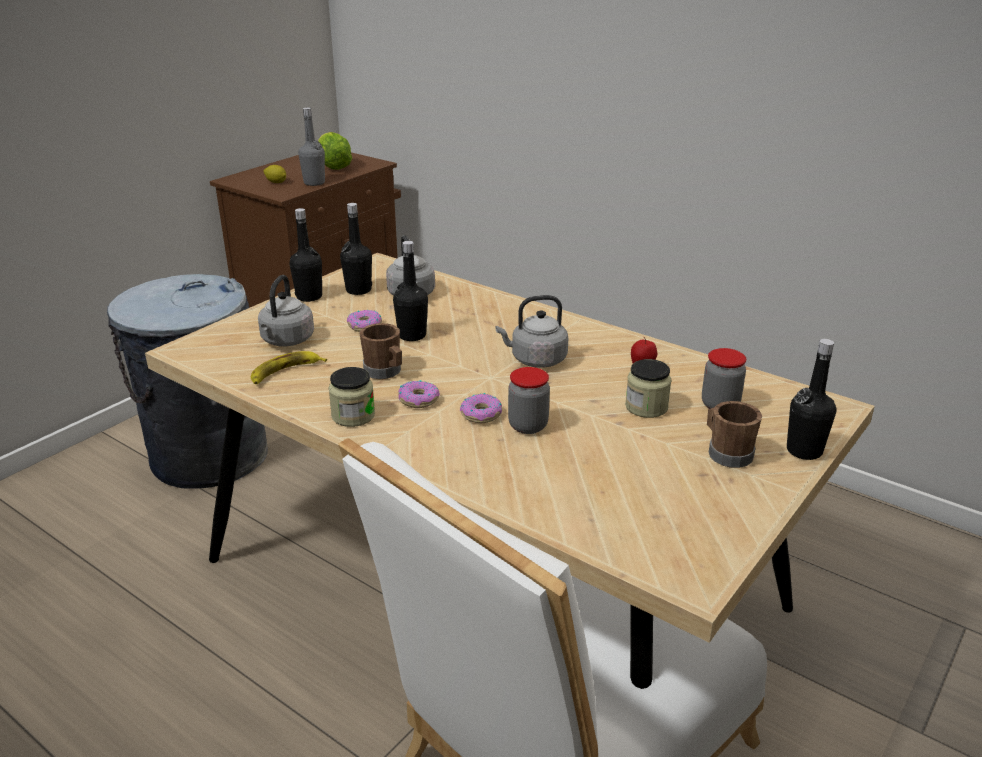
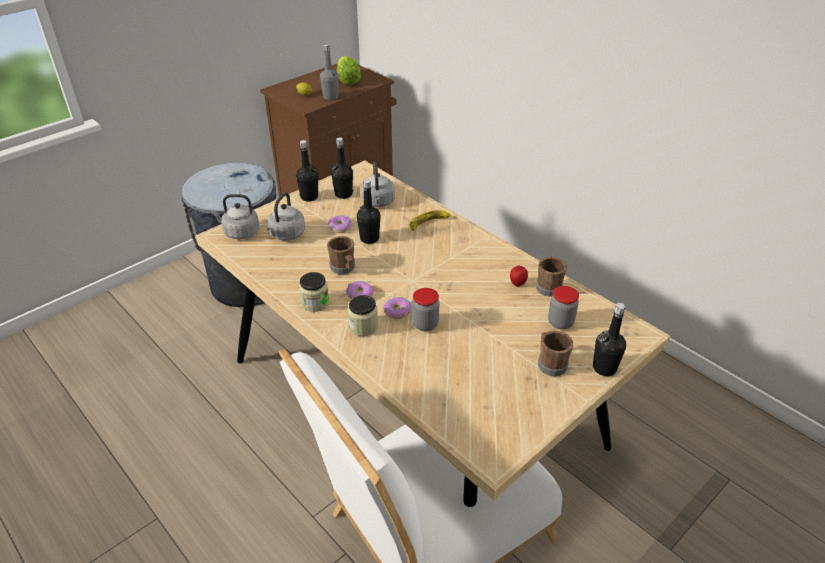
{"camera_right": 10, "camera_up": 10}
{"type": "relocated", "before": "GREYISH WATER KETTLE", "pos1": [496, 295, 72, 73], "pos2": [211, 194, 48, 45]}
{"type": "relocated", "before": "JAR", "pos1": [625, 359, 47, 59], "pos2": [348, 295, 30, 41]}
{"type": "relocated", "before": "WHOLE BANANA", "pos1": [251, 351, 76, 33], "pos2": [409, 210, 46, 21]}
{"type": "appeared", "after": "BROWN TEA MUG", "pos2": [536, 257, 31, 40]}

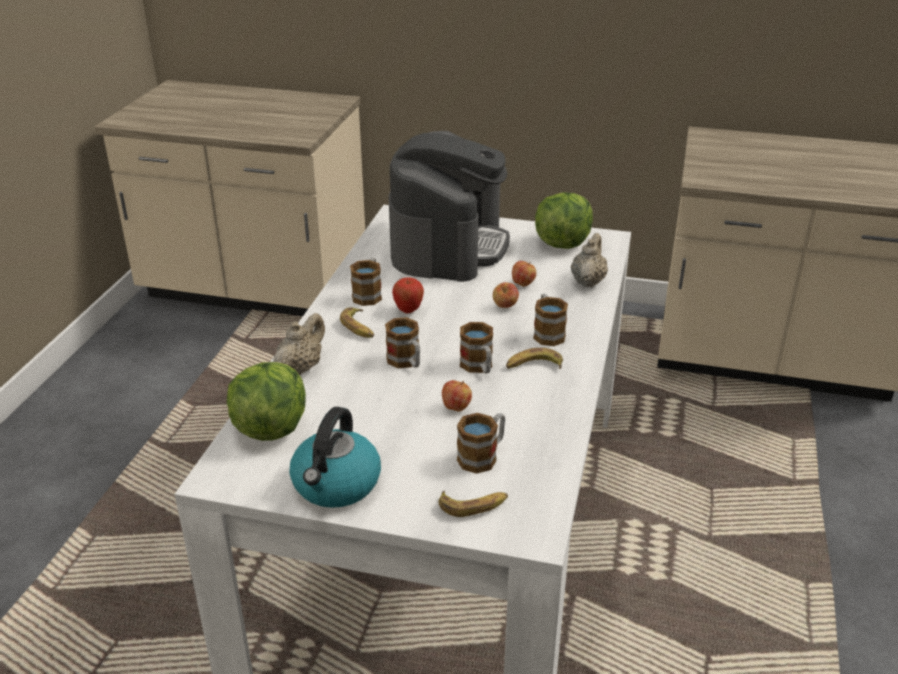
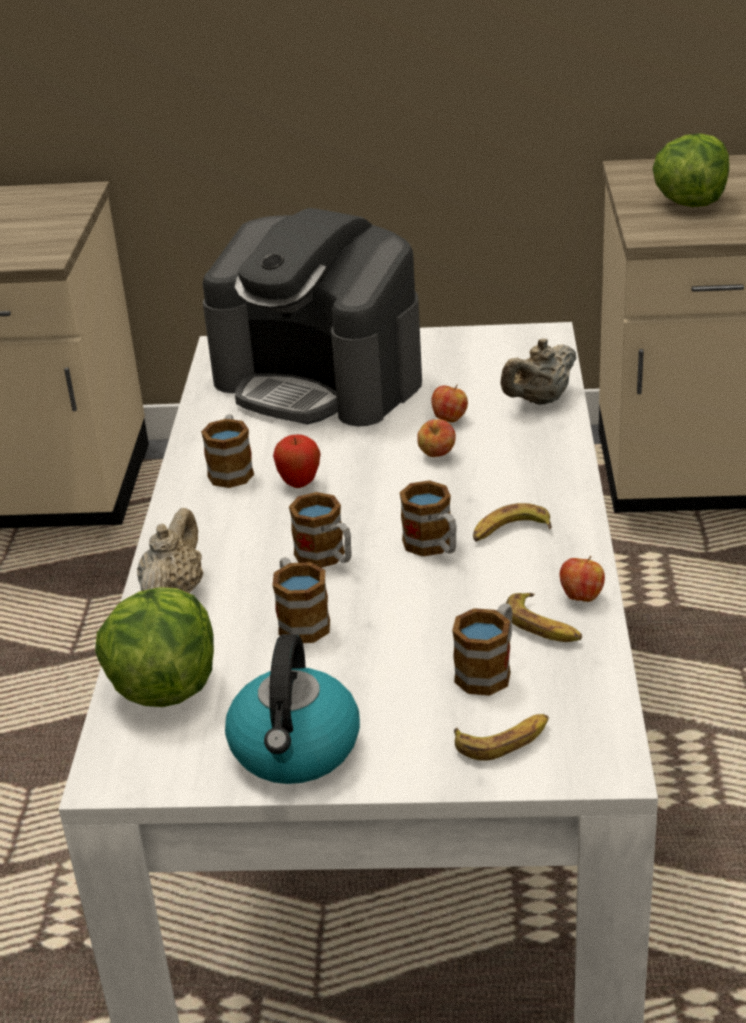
{"camera_right": -10, "camera_up": 0}
{"type": "spun", "before": "COFFEE MAKER", "pos1": [389, 131, 121, 151], "pos2": [203, 208, 219, 218], "turn": 120}
{"type": "relocated", "before": "TEA MUG", "pos1": [533, 294, 35, 52], "pos2": [273, 557, 57, 86]}
{"type": "spun", "before": "BEIGE-COLOURED TEAPOT", "pos1": [571, 233, 37, 55], "pos2": [500, 338, 76, 67], "turn": -135}
{"type": "relocated", "before": "WHOLE BANANA", "pos1": [340, 307, 34, 31], "pos2": [506, 593, 76, 49]}
{"type": "relocated", "before": "APPLE FRUIT", "pos1": [442, 380, 30, 32], "pos2": [560, 556, 45, 46]}
{"type": "relocated", "before": "HEAD OF LETTUCE", "pos1": [535, 192, 58, 57], "pos2": [652, 133, 77, 74]}

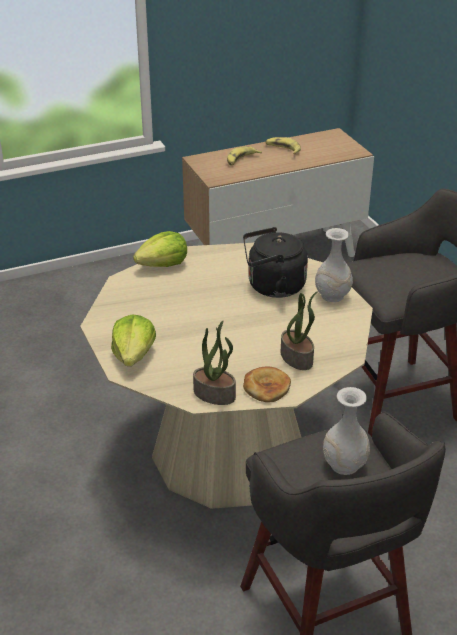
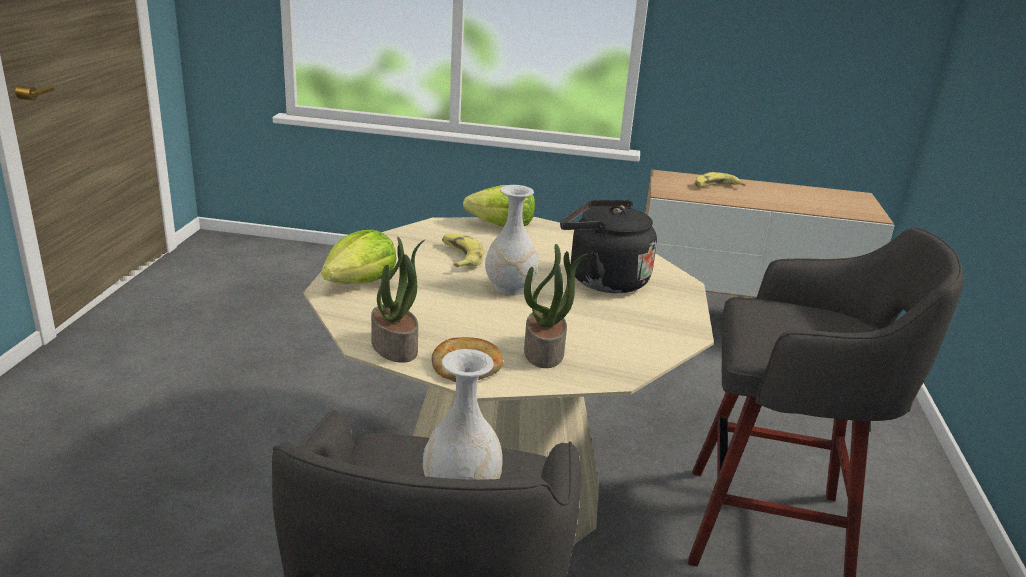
{"camera_right": 30, "camera_up": -10}
{"type": "relocated", "before": "WHOLE BANANA", "pos1": [266, 137, 35, 17], "pos2": [442, 234, 42, 33]}
{"type": "relocated", "before": "WHITE FLOWER VASE", "pos1": [315, 228, 38, 74], "pos2": [485, 185, 54, 110]}

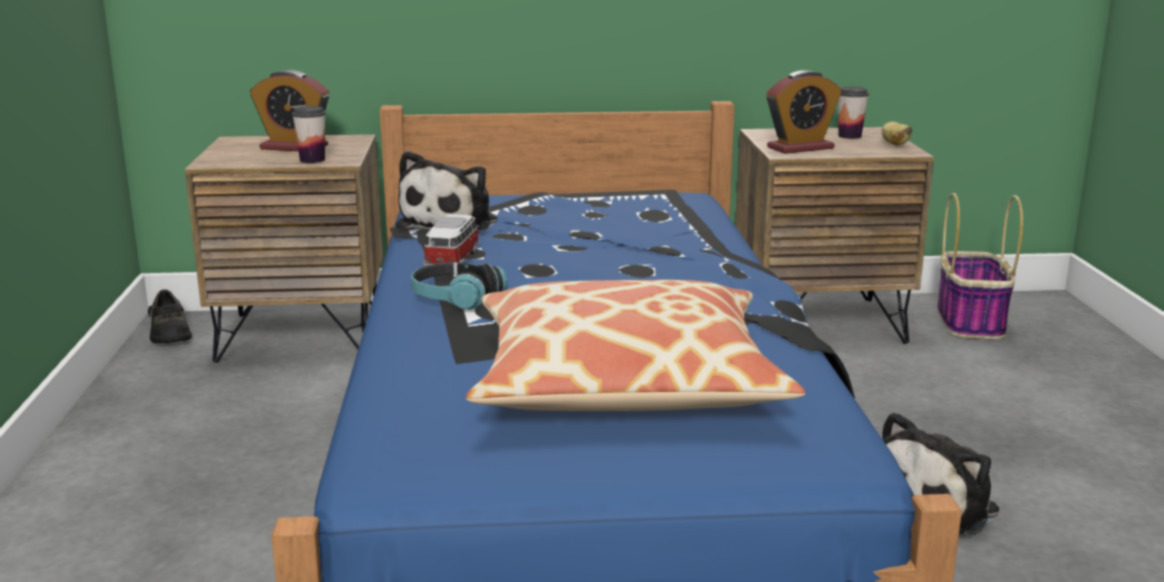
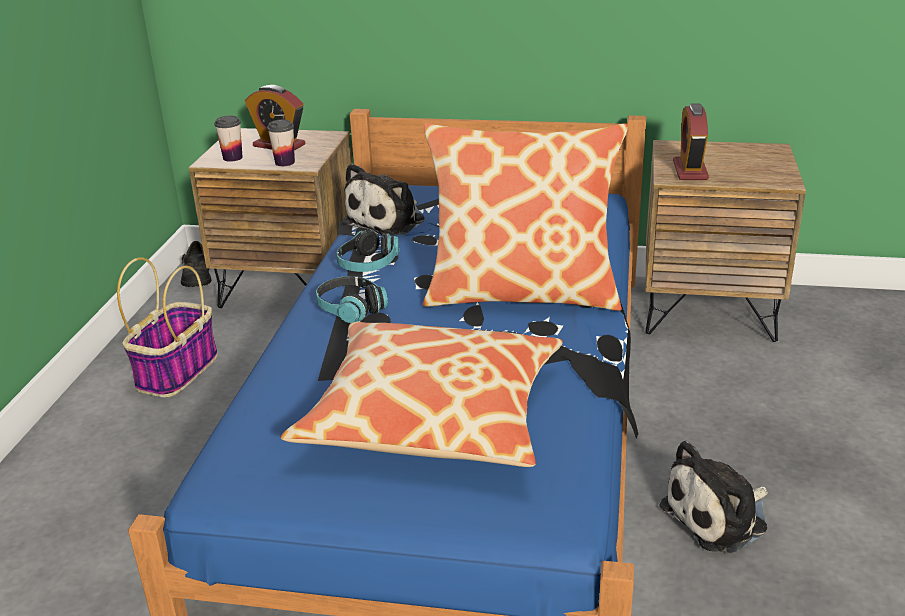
{"camera_right": 15, "camera_up": 10}
{"type": "relocated", "before": "BASKET", "pos1": [937, 193, 86, 147], "pos2": [117, 258, 101, 139]}
{"type": "relocated", "before": "DRINKING CUP", "pos1": [839, 87, 30, 52], "pos2": [214, 116, 29, 46]}
{"type": "exchanged", "before": "MODEL CAR", "after": "HEADSET", "pos1": [423, 214, 57, 52], "pos2": [336, 230, 63, 42]}
{"type": "appeared", "after": "CUSHION", "pos2": [423, 123, 205, 188]}
{"type": "spun", "before": "BEDSIDE CLOCK", "pos1": [766, 70, 76, 84], "pos2": [673, 103, 36, 77], "turn": 105}
{"type": "missing", "before": "WHOLE BANANA", "pos1": [882, 121, 31, 25]}

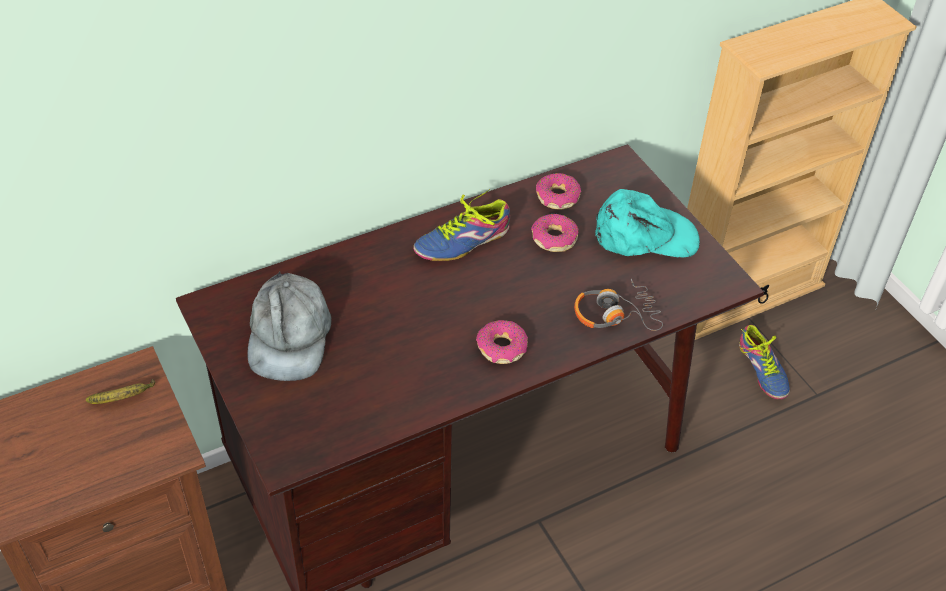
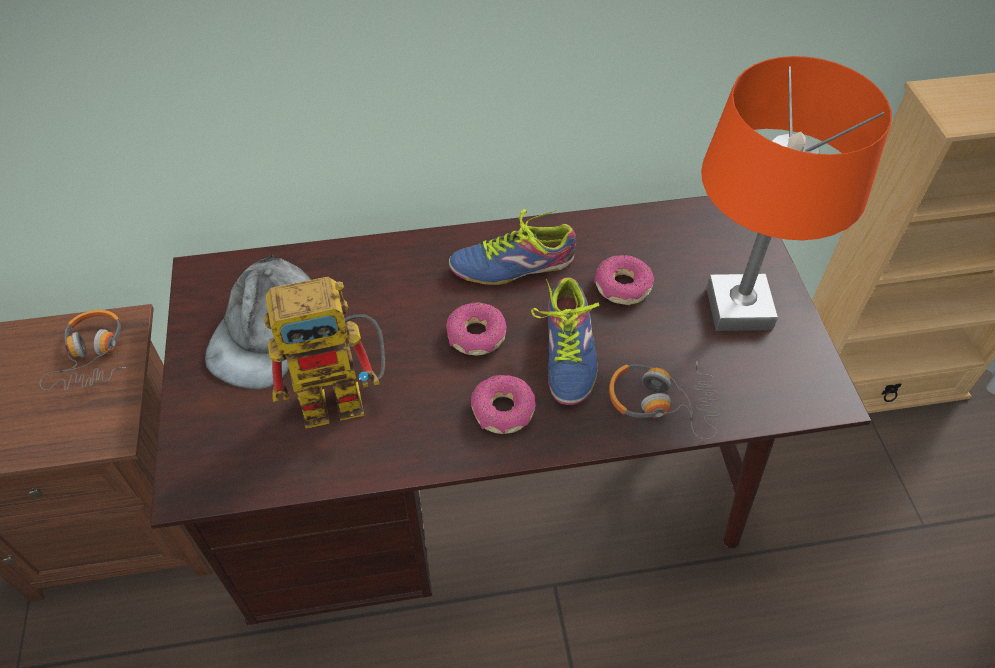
{"camera_right": 20, "camera_up": 5}
{"type": "exchanged", "before": "WHOLE BANANA", "after": "HEADSET", "pos1": [86, 379, 70, 25], "pos2": [39, 310, 87, 81]}
{"type": "appeared", "after": "ROBOT FIGURE", "pos2": [264, 277, 121, 152]}
{"type": "relocated", "before": "DOUGHNUT", "pos1": [536, 173, 45, 37], "pos2": [447, 302, 60, 54]}
{"type": "relocated", "before": "SHOE", "pos1": [739, 325, 51, 74], "pos2": [531, 277, 68, 128]}
{"type": "exchanged", "before": "TURQUOISE-COLOURED BASEBALL CAP", "after": "ORANGE LAMP FOR A TABLE", "pos1": [595, 189, 105, 69], "pos2": [701, 56, 191, 275]}

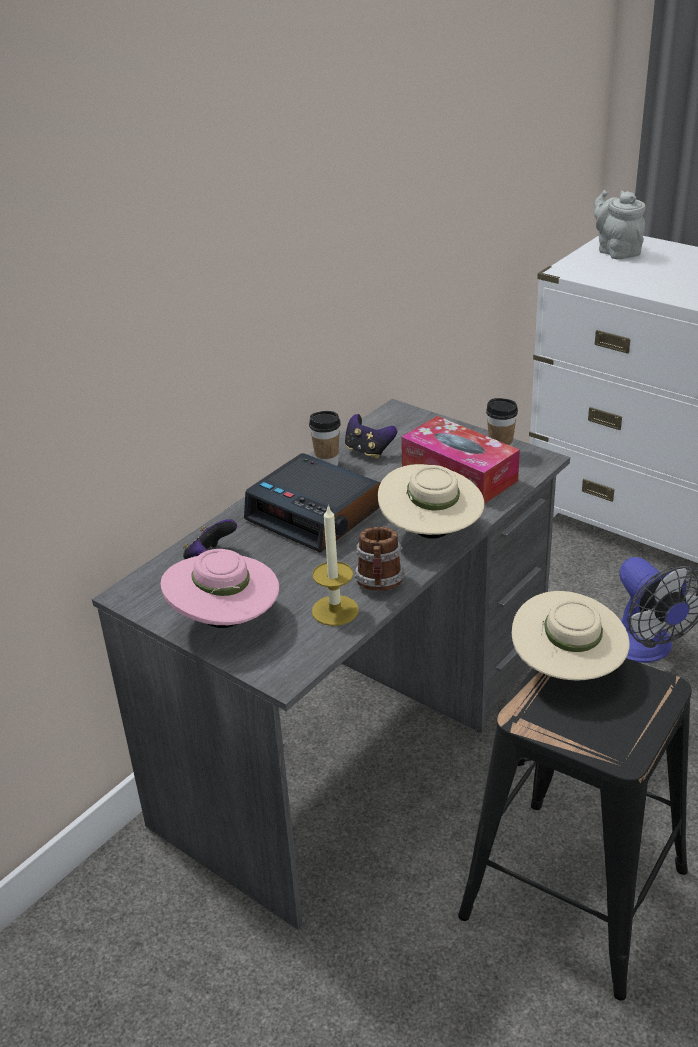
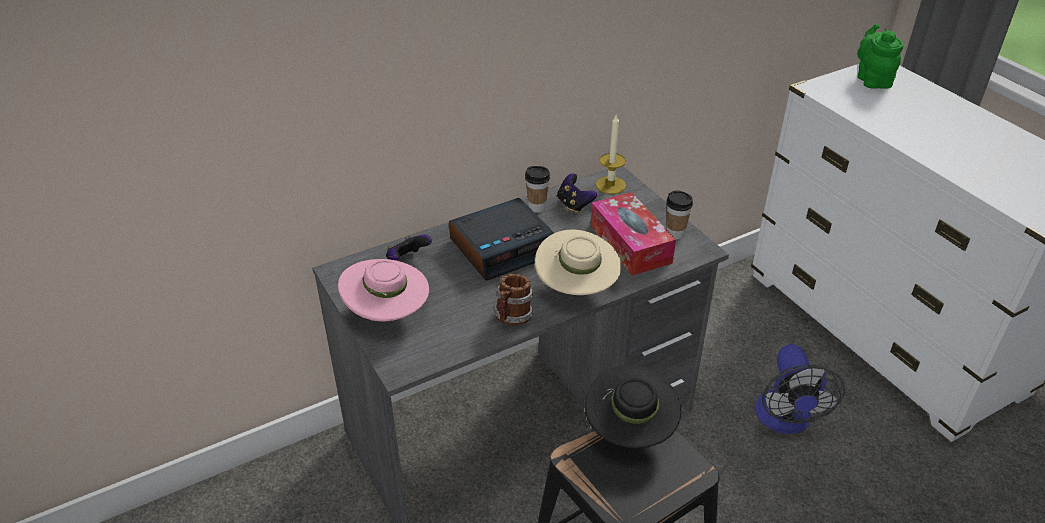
{"camera_right": 20, "camera_up": 5}
{"type": "spun", "before": "BEDSIDE CLOCK", "pos1": [244, 453, 136, 99], "pos2": [449, 198, 105, 83], "turn": -90}
{"type": "colour", "before": "BEIGE-COLOURED WEARABLE HAT", "after": "BLACK-COLOURED WEARABLE HAT", "pos1": [512, 591, 118, 89], "pos2": [585, 365, 96, 83]}
{"type": "relocated", "before": "WAX LIGHT", "pos1": [312, 504, 47, 122], "pos2": [596, 115, 30, 79]}
{"type": "colour", "before": "GREYISH TEAPOT", "after": "GREENISH TEAPOT", "pos1": [594, 190, 52, 70], "pos2": [857, 24, 46, 65]}

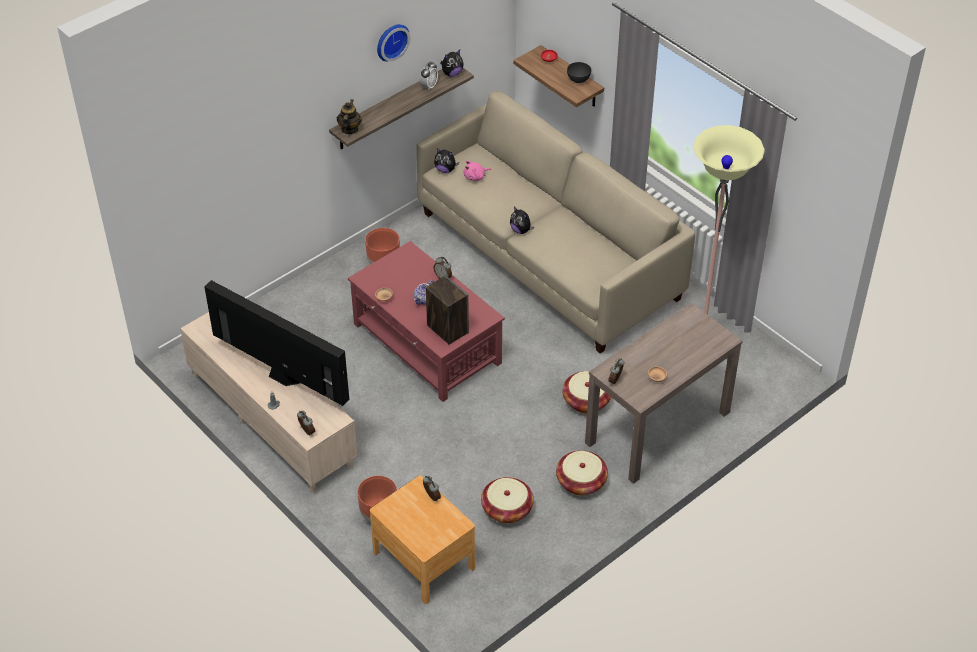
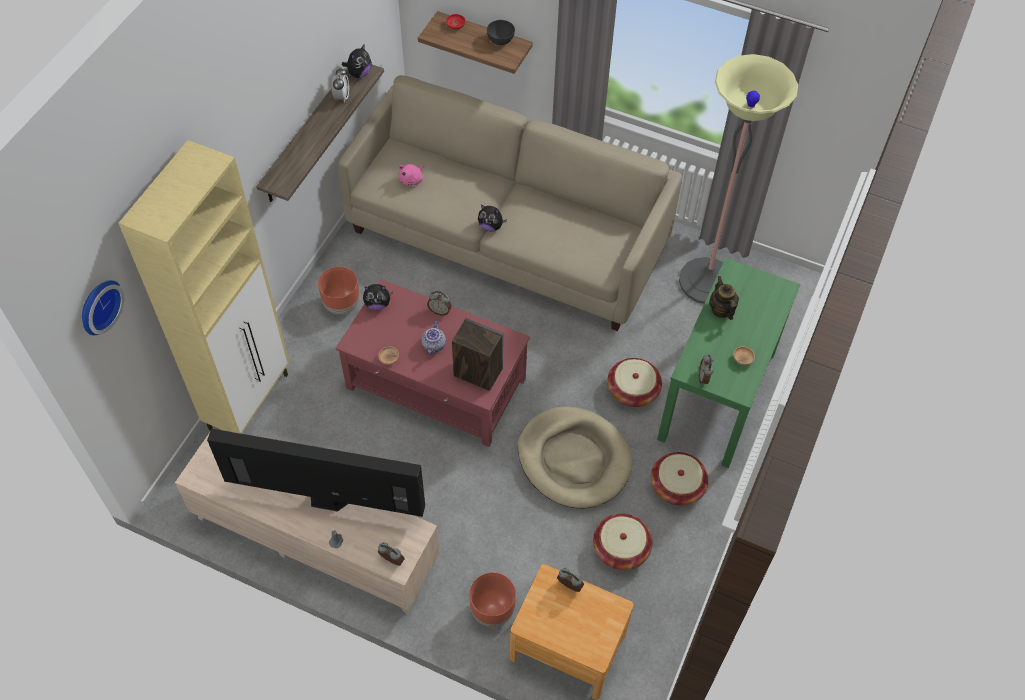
{"camera_right": -25, "camera_up": 10}
{"type": "relocated", "before": "HANGING CLOCK", "pos1": [377, 24, 33, 38], "pos2": [82, 280, 42, 55]}
{"type": "appeared", "after": "BEIGE-COLOURED CABINET", "pos2": [119, 140, 170, 294]}
{"type": "relocated", "before": "PLUSH TOY", "pos1": [434, 148, 25, 25], "pos2": [363, 284, 30, 26]}
{"type": "appeared", "after": "BEIGE-COLOURED DOG CUSHION", "pos2": [518, 406, 115, 102]}
{"type": "colour", "before": "BROWN HALL TABLE", "after": "GREENISH HALL TABLE", "pos1": [585, 302, 158, 182], "pos2": [657, 258, 144, 210]}
{"type": "relocated", "before": "TEAPOT", "pos1": [337, 99, 25, 35], "pos2": [709, 276, 30, 44]}

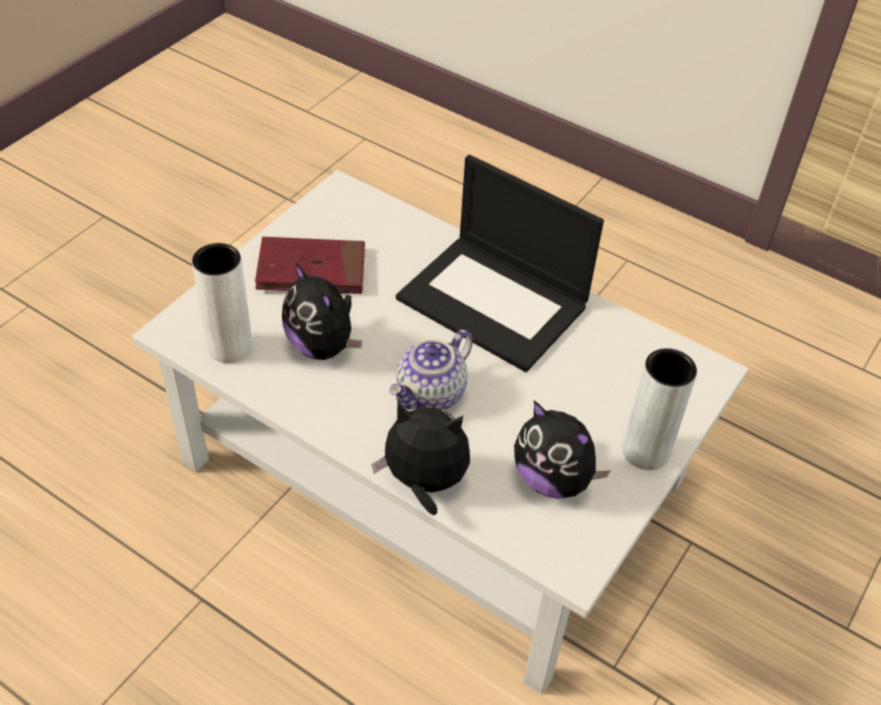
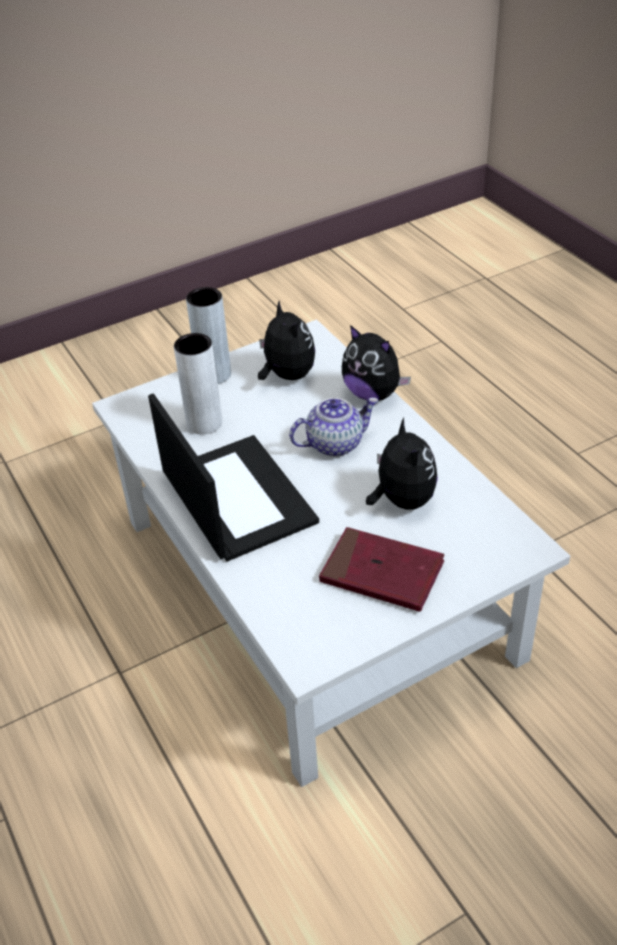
{"camera_right": -150, "camera_up": -5}
{"type": "relocated", "before": "WHITE FLOWER VASE", "pos1": [192, 243, 61, 120], "pos2": [174, 333, 48, 102]}

